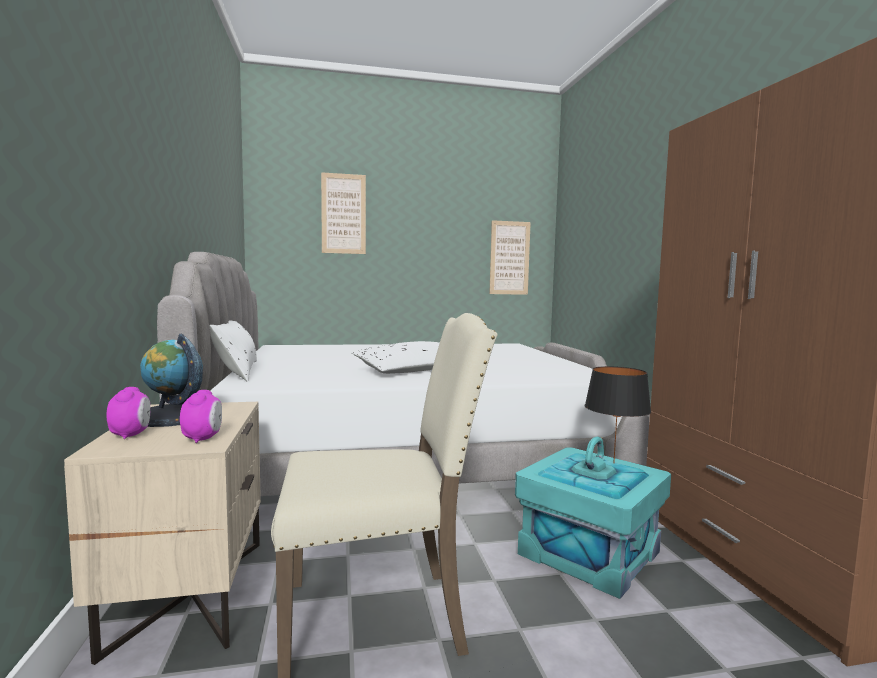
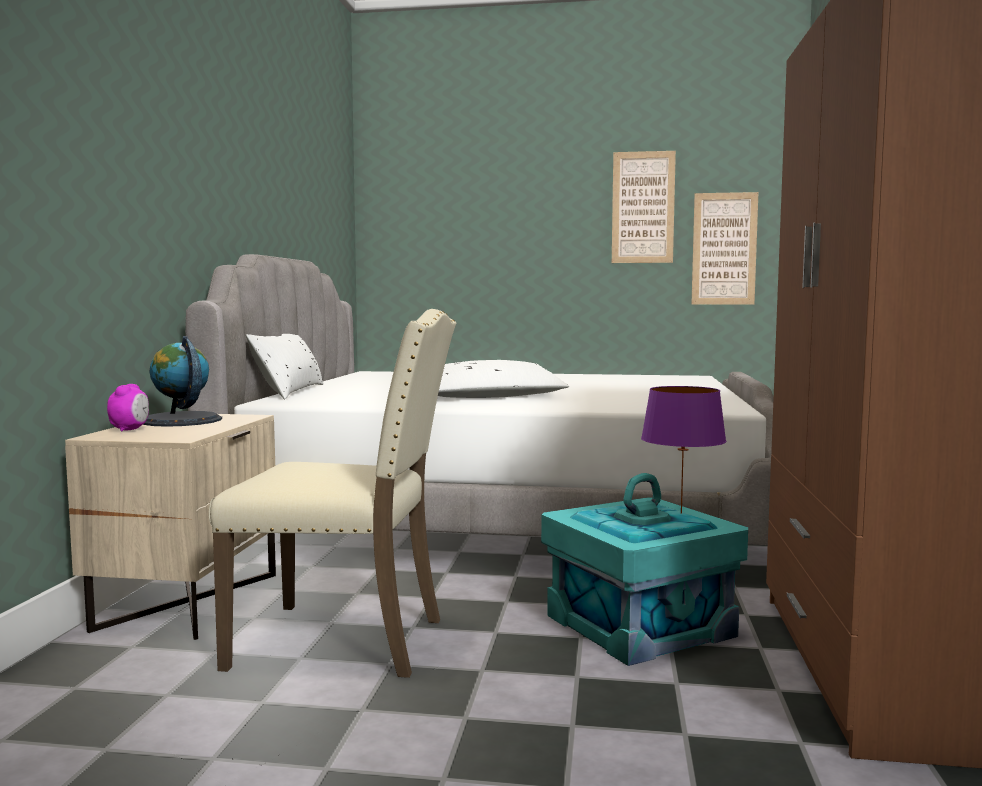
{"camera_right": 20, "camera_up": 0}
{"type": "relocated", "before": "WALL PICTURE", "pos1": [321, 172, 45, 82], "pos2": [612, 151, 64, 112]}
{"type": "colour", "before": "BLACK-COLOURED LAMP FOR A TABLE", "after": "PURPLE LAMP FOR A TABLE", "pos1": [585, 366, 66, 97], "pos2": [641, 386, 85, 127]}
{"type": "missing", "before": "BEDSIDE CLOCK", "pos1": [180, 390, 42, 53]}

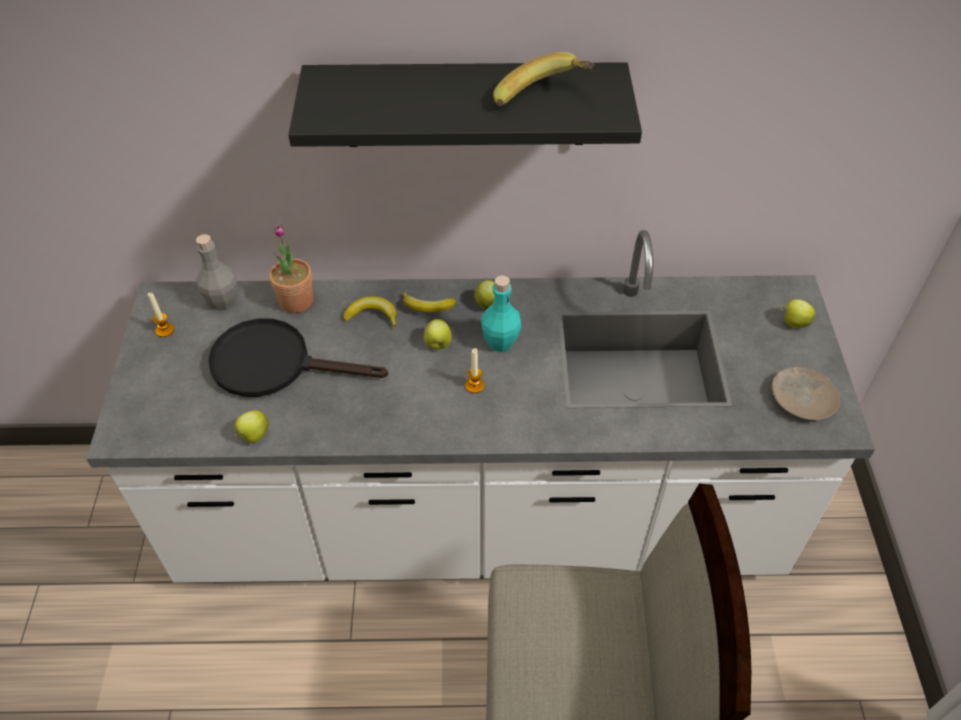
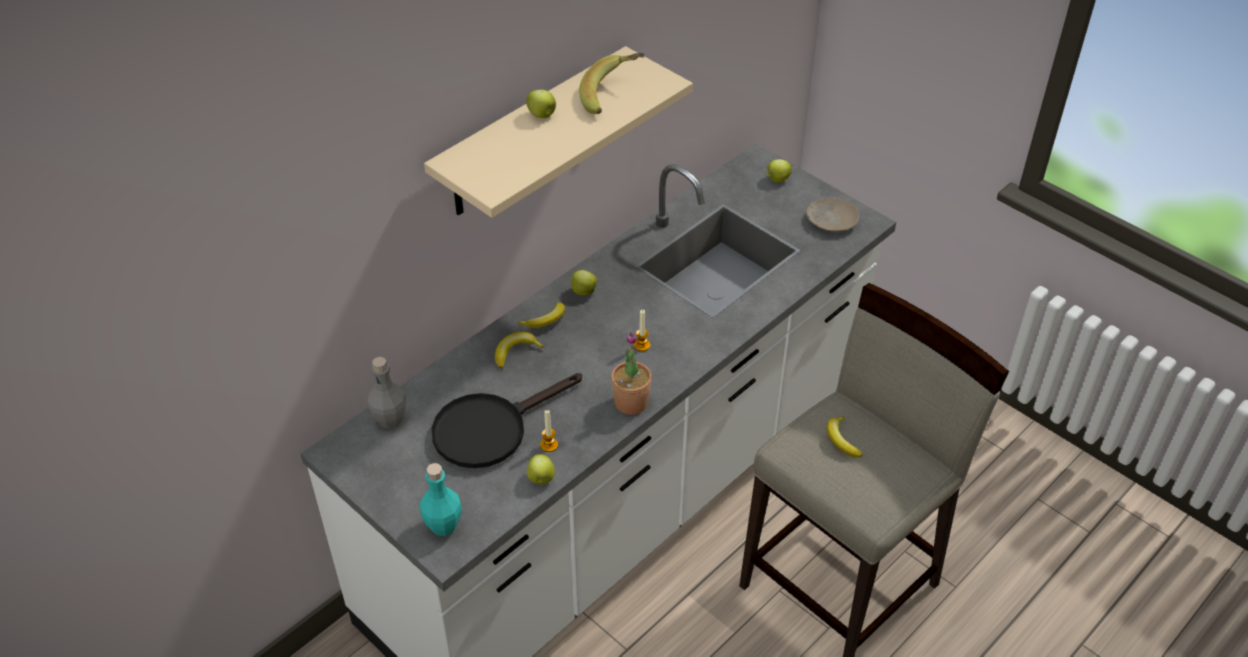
{"camera_right": -45, "camera_up": -5}
{"type": "relocated", "before": "TURQUOISE-COLOURED BOTTLE", "pos1": [481, 275, 41, 77], "pos2": [420, 463, 42, 73]}
{"type": "colour", "before": "BLACK-COLOURED SHELF", "after": "BEIGE-COLOURED SHELF", "pos1": [288, 62, 354, 85], "pos2": [424, 46, 269, 172]}
{"type": "relocated", "before": "APPLE FRUIT", "pos1": [424, 319, 28, 31], "pos2": [526, 90, 30, 28]}
{"type": "relocated", "before": "WAX LIGHT", "pos1": [148, 293, 26, 44], "pos2": [540, 410, 18, 42]}
{"type": "relocated", "before": "POTTED PLANT", "pos1": [269, 224, 44, 89], "pos2": [611, 331, 41, 84]}
{"type": "appeared", "after": "WHOLE BANANA", "pos2": [827, 416, 36, 42]}

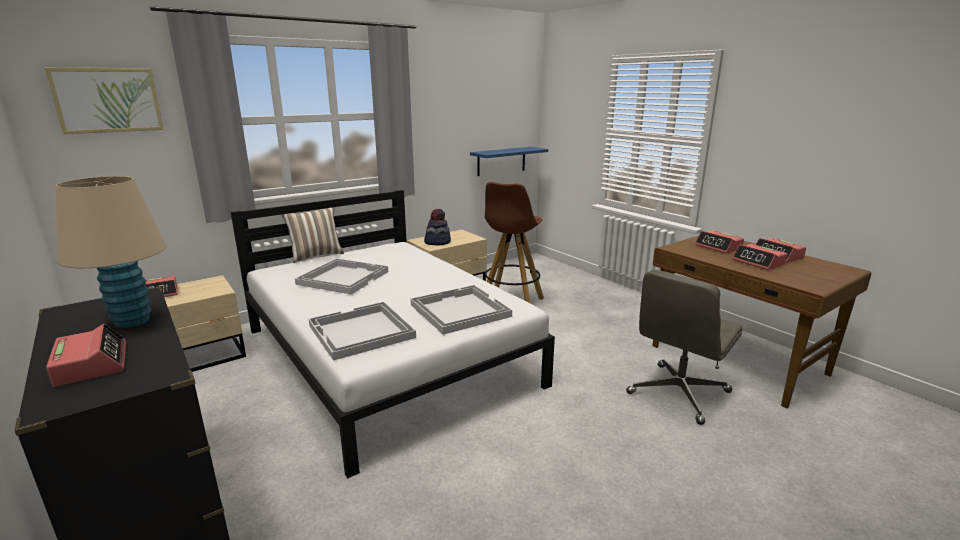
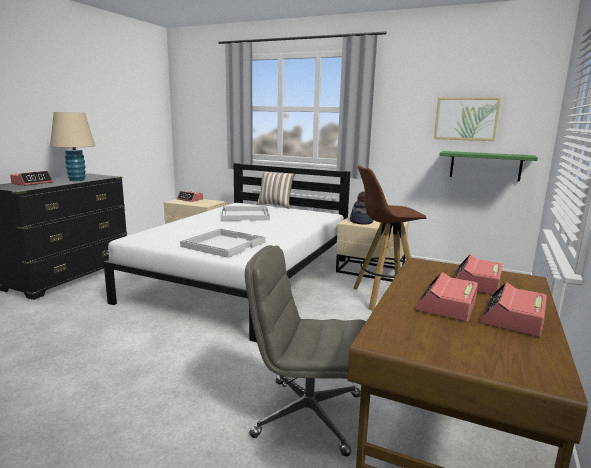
{"camera_right": 60, "camera_up": -5}
{"type": "relocated", "before": "WALL PICTURE", "pos1": [45, 67, 119, 67], "pos2": [434, 97, 67, 44]}
{"type": "colour", "before": "BLUE-COLOURED SHELF", "after": "GREENISH SHELF", "pos1": [470, 147, 78, 29], "pos2": [439, 151, 99, 31]}
{"type": "missing", "before": "WHITE CARRYING TRAY", "pos1": [309, 302, 107, 59]}

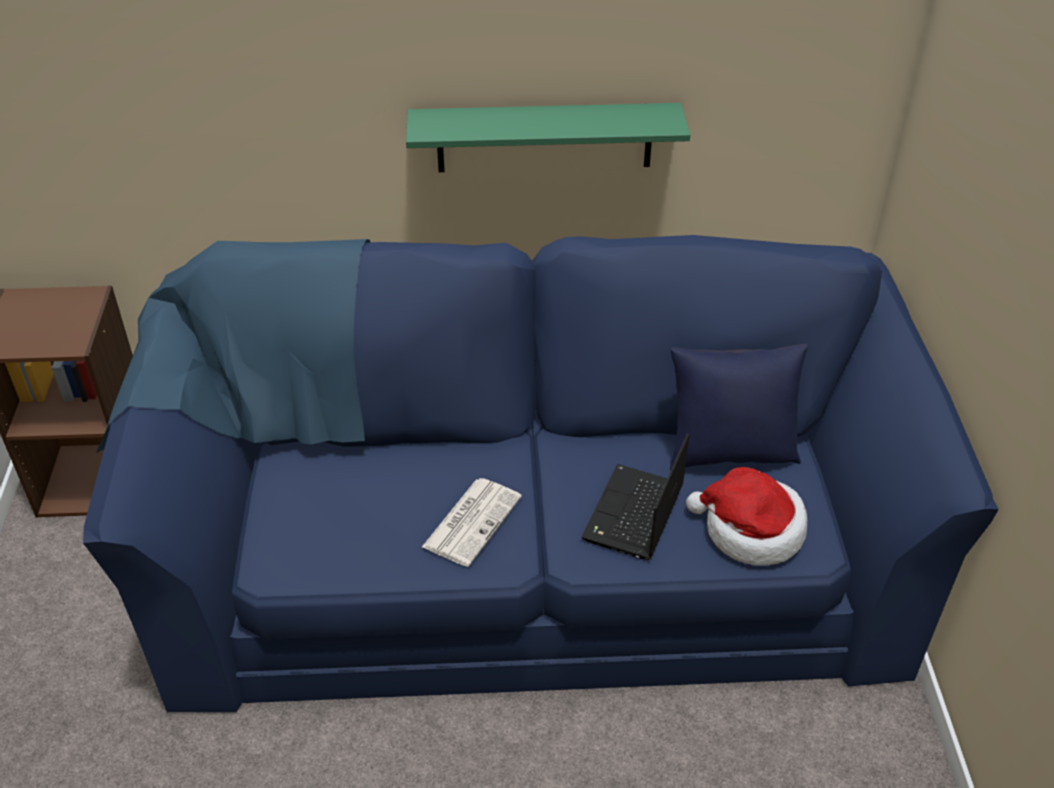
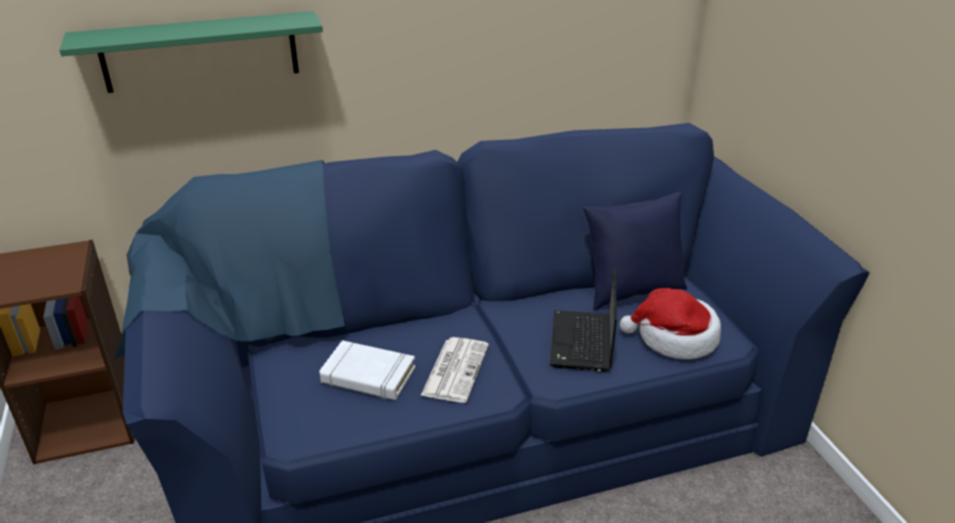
{"camera_right": -15, "camera_up": -10}
{"type": "relocated", "before": "GREENISH SHELF", "pos1": [406, 103, 284, 69], "pos2": [59, 11, 264, 82]}
{"type": "appeared", "after": "WHITE VOLUME", "pos2": [319, 340, 96, 60]}

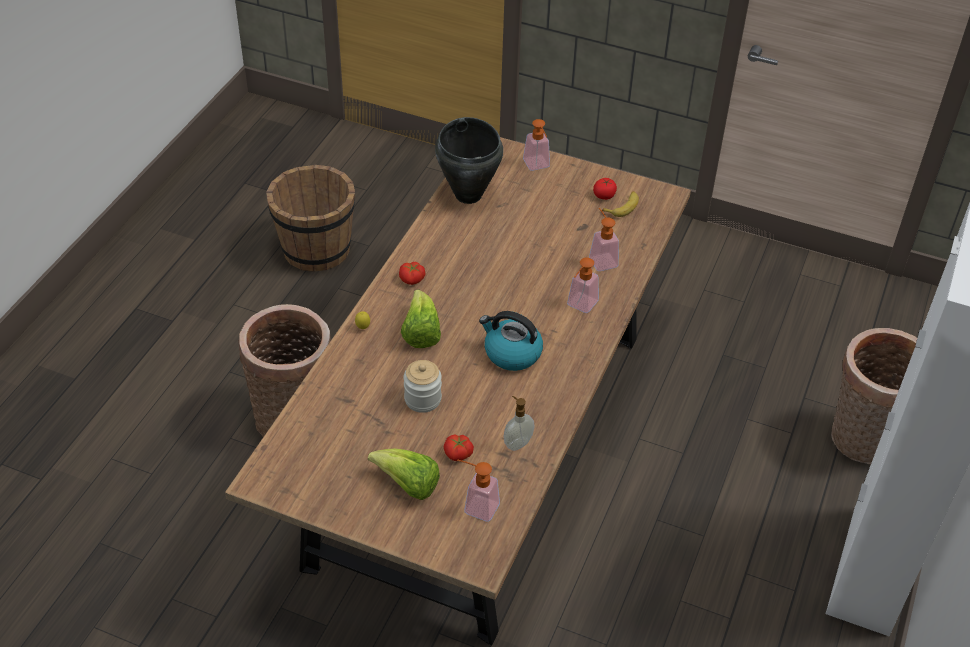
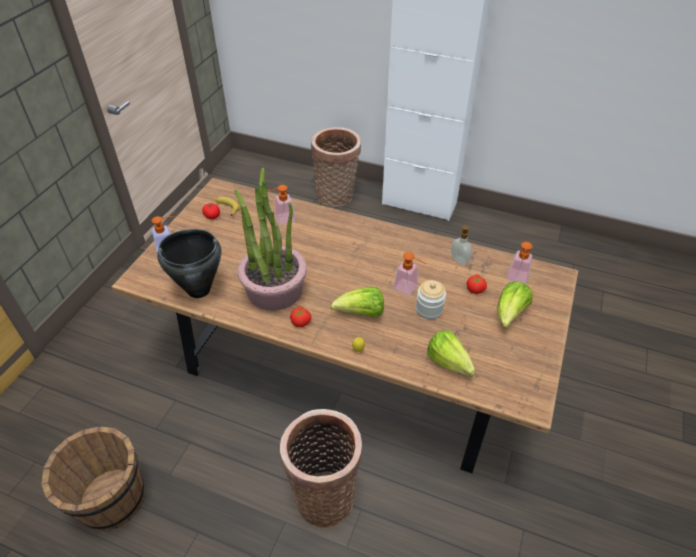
{"camera_right": -90, "camera_up": 0}
{"type": "appeared", "after": "POTTED PLANT", "pos2": [235, 168, 72, 143]}
{"type": "relocated", "before": "SOAP DISPENSER", "pos1": [567, 258, 32, 55], "pos2": [394, 252, 32, 43]}
{"type": "appeared", "after": "HEAD OF LETTUCE", "pos2": [427, 330, 49, 47]}
{"type": "missing", "before": "WATER KETTLE", "pos1": [479, 311, 64, 60]}

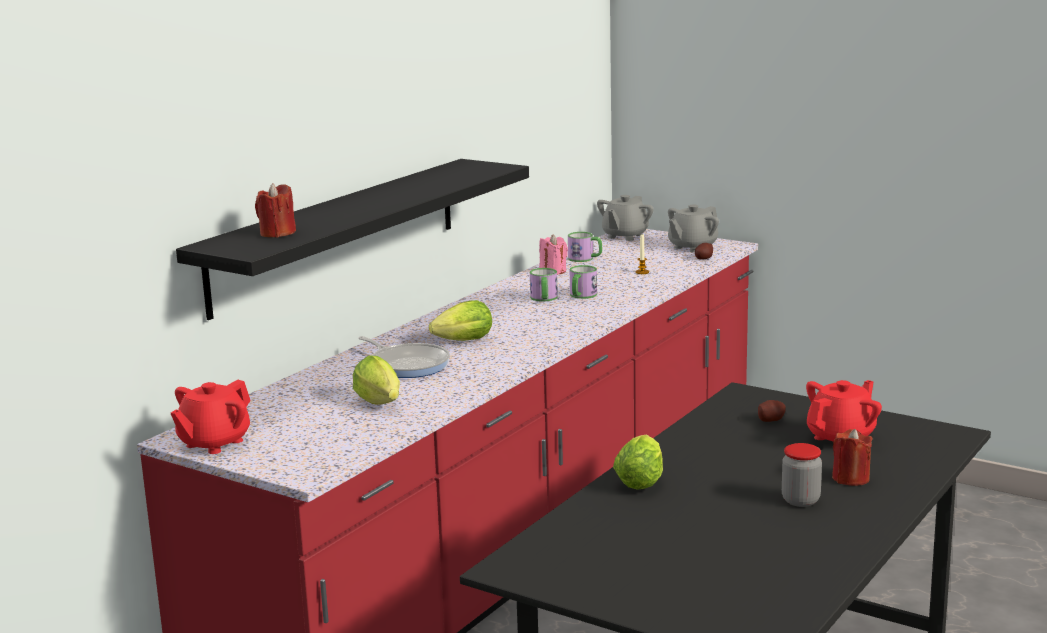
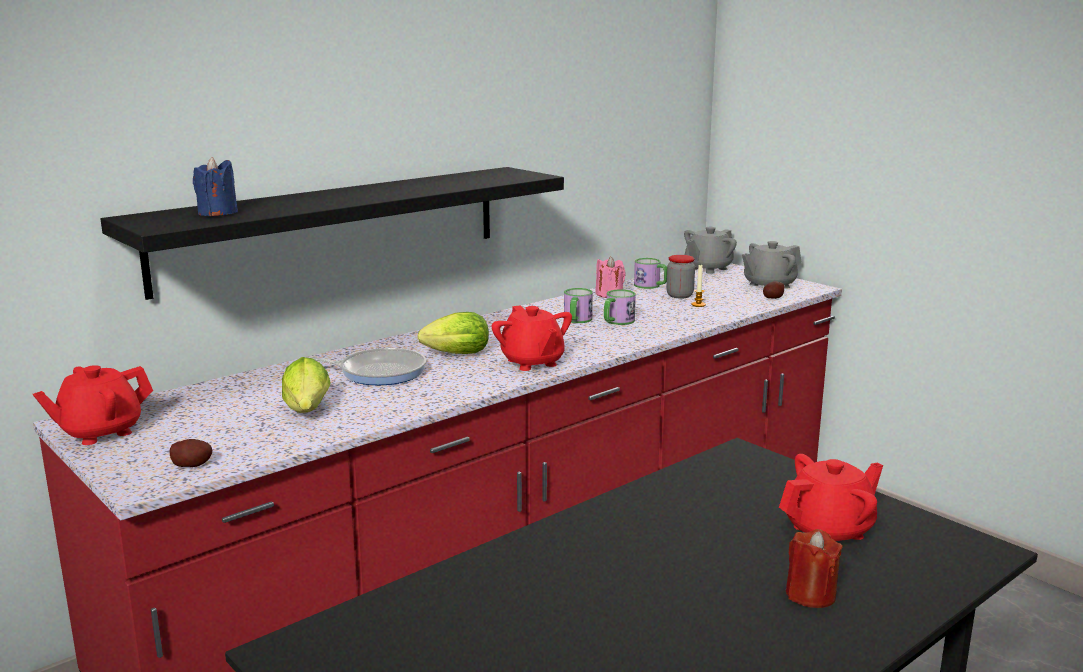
{"camera_right": 15, "camera_up": 0}
{"type": "relocated", "before": "SPUD", "pos1": [758, 400, 28, 22], "pos2": [170, 439, 42, 28]}
{"type": "colour", "before": "REDDISH WAX LIGHT", "after": "BLUE-COLOURED WAX LIGHT", "pos1": [255, 183, 41, 54], "pos2": [193, 157, 45, 59]}
{"type": "spun", "before": "PAN", "pos1": [358, 336, 92, 42], "pos2": [297, 348, 129, 37], "turn": -60}
{"type": "appeared", "after": "REDDISH TEAPOT", "pos2": [492, 305, 80, 66]}
{"type": "relocated", "before": "JAR", "pos1": [782, 443, 40, 64], "pos2": [666, 255, 29, 44]}
{"type": "missing", "before": "HEAD OF LETTUCE", "pos1": [613, 435, 50, 55]}

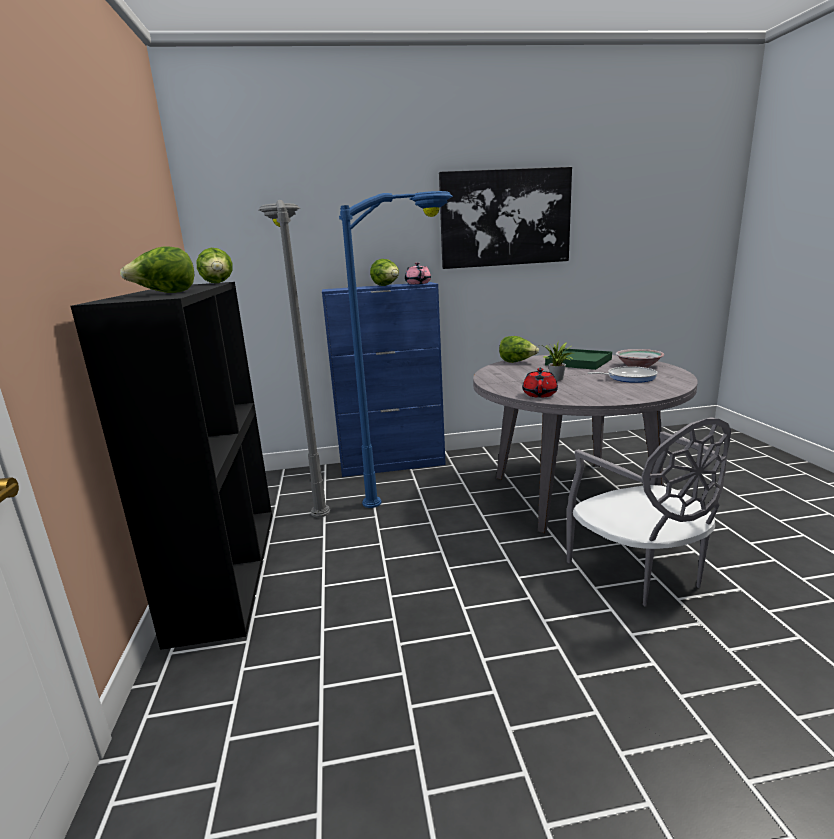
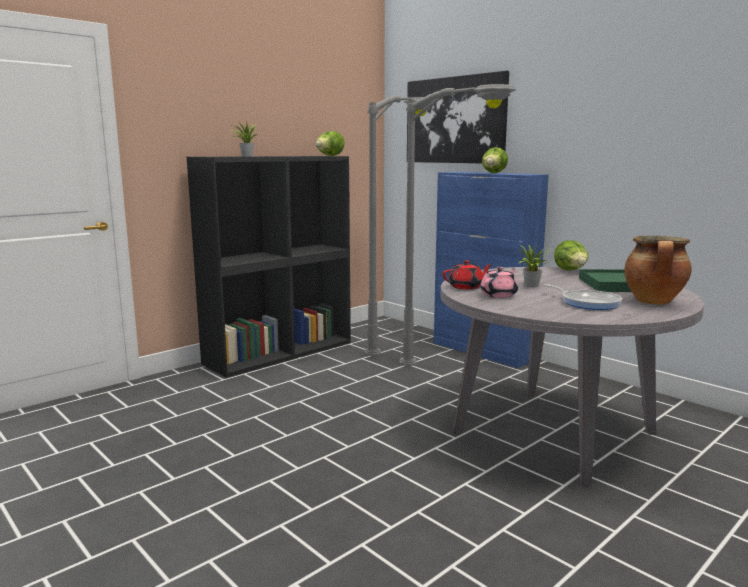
{"camera_right": 55, "camera_up": -5}
{"type": "exchanged", "before": "HEAD OF LETTUCE", "after": "POTTED PLANT", "pos1": [120, 246, 74, 47], "pos2": [232, 122, 26, 34]}
{"type": "colour", "before": "BLUE-COLOURED STANDARD LAMP", "after": "GREYISH STANDARD LAMP", "pos1": [339, 191, 114, 317], "pos2": [399, 84, 117, 282]}
{"type": "relocated", "before": "WALL PICTURE", "pos1": [439, 167, 133, 102], "pos2": [407, 71, 102, 92]}
{"type": "relocated", "before": "PINKISH TEAPOT", "pos1": [405, 262, 26, 22], "pos2": [480, 267, 38, 31]}
{"type": "exchanged", "before": "BOWL", "after": "COOKING POT", "pos1": [616, 349, 48, 19], "pos2": [624, 236, 68, 69]}
{"type": "missing", "before": "GREYISH UPRIGHT CHAIR", "pos1": [567, 417, 164, 190]}

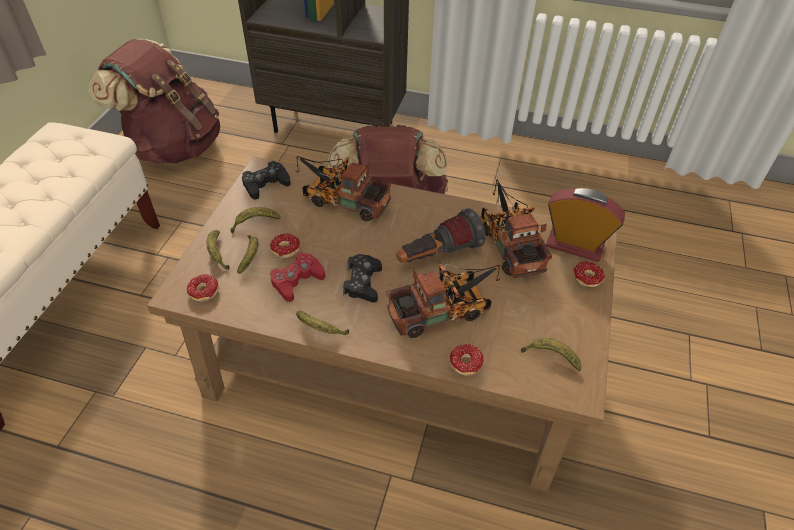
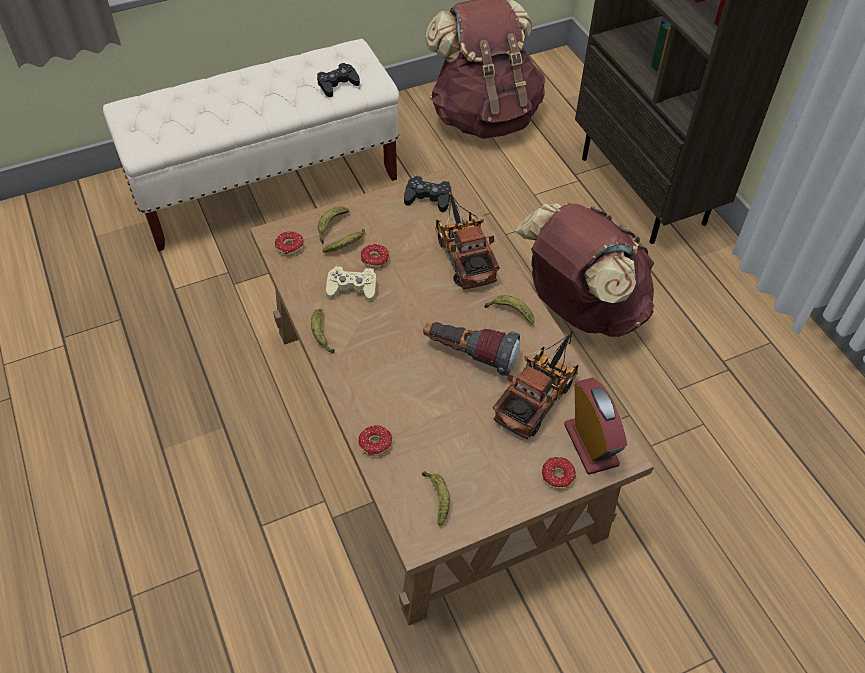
{"camera_right": 50, "camera_up": 5}
{"type": "relocated", "before": "BLACK-COLOURED GAMEPAD", "pos1": [343, 254, 39, 48], "pos2": [317, 63, 43, 34]}
{"type": "colour", "before": "REDDISH GAMEPAD", "after": "BEIGE-COLOURED GAMEPAD", "pos1": [270, 252, 55, 50], "pos2": [326, 266, 51, 37]}
{"type": "relocated", "before": "WHOLE BANANA", "pos1": [231, 207, 49, 26], "pos2": [484, 295, 50, 30]}
{"type": "missing", "before": "MODEL TRUCK", "pos1": [387, 263, 113, 75]}

